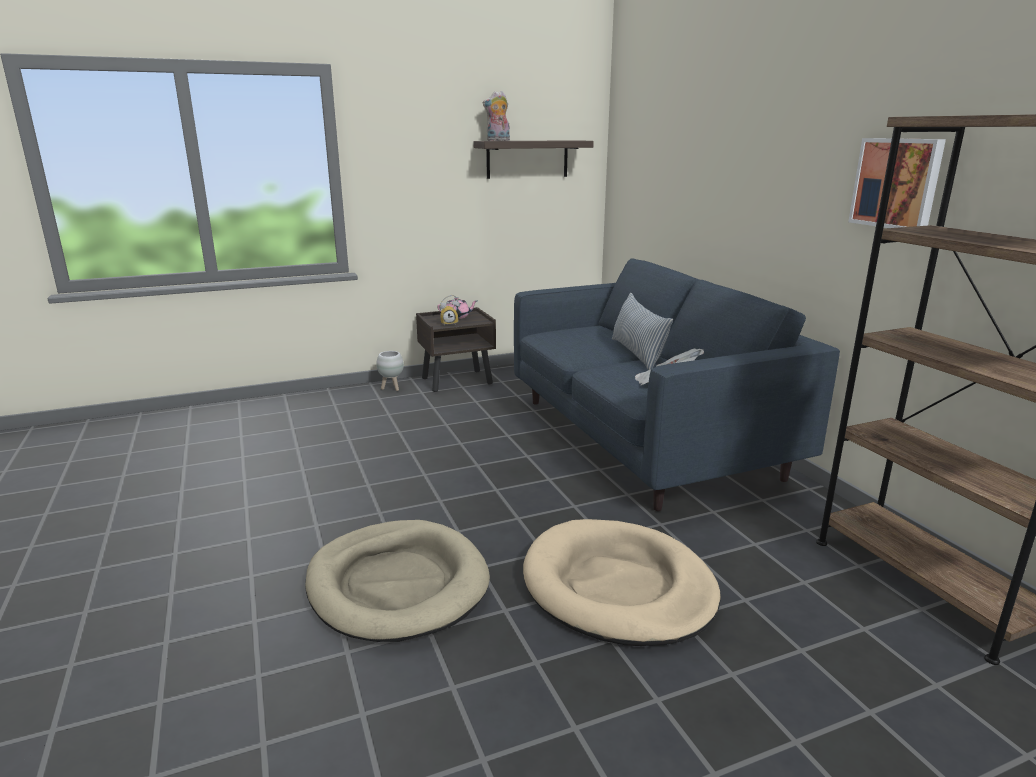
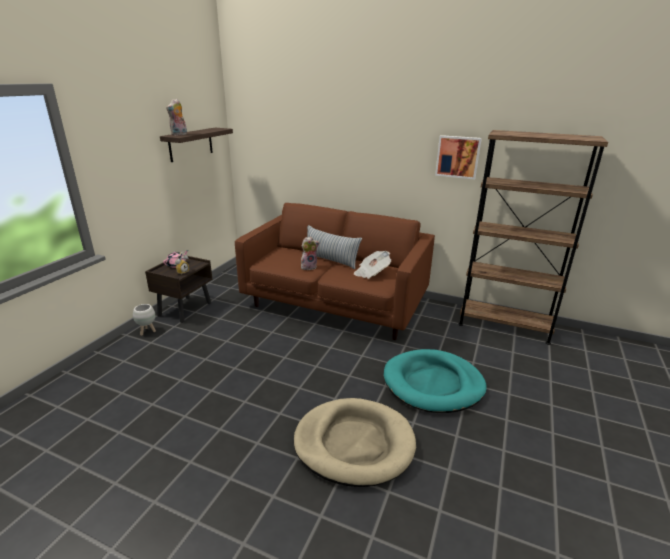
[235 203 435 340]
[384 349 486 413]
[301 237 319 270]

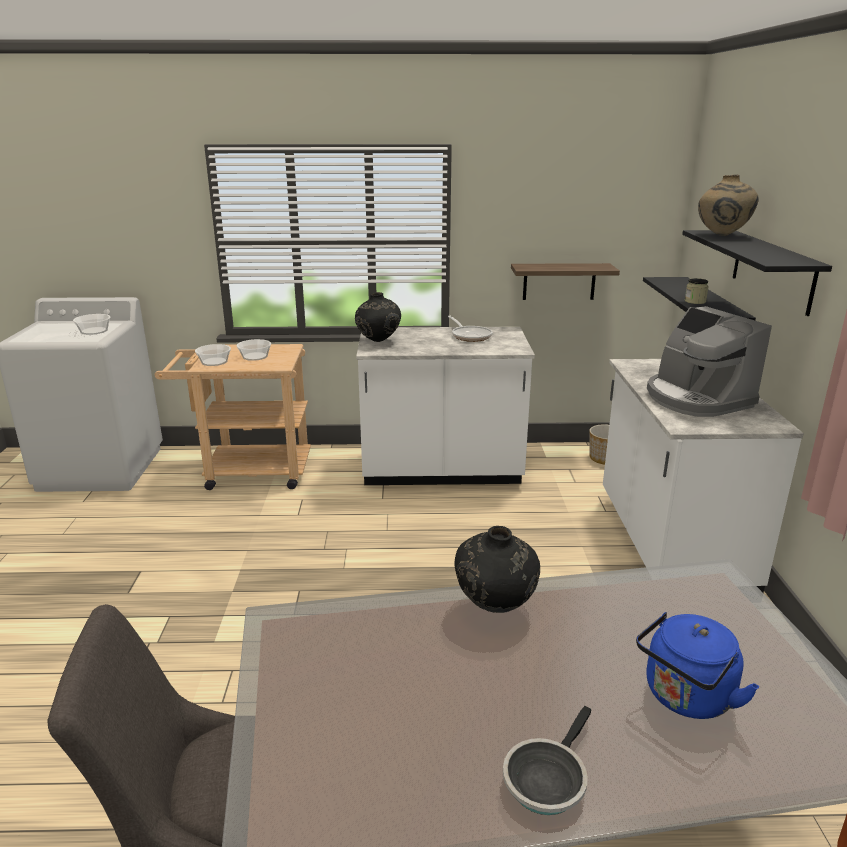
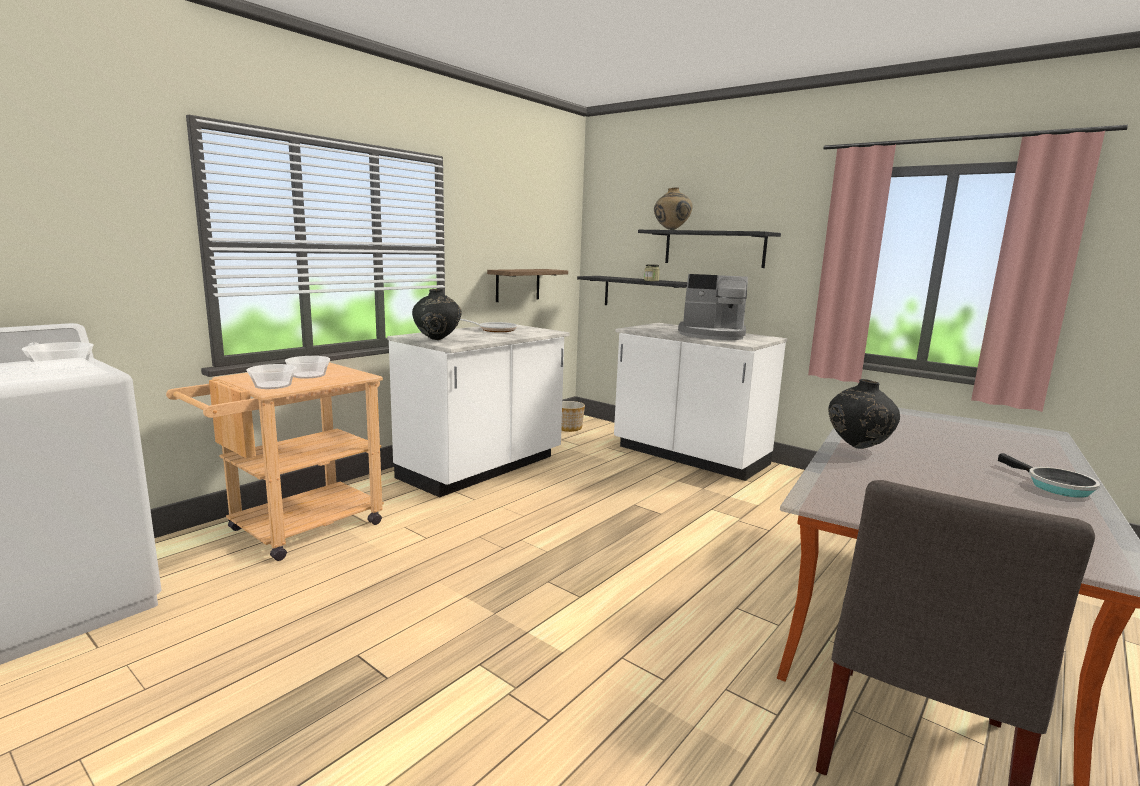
[636 612 759 719] (first image)

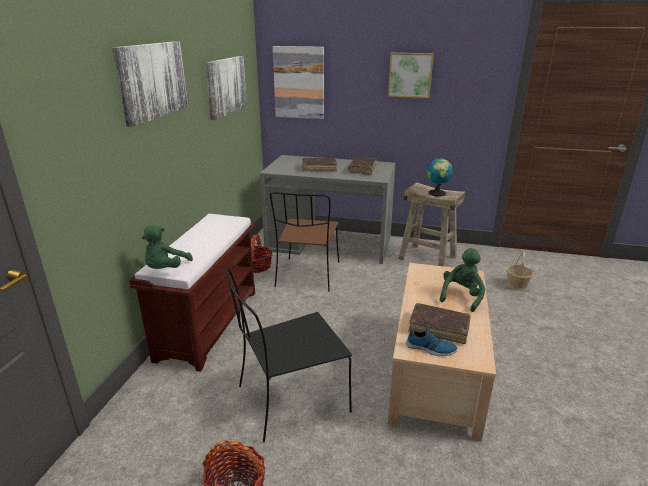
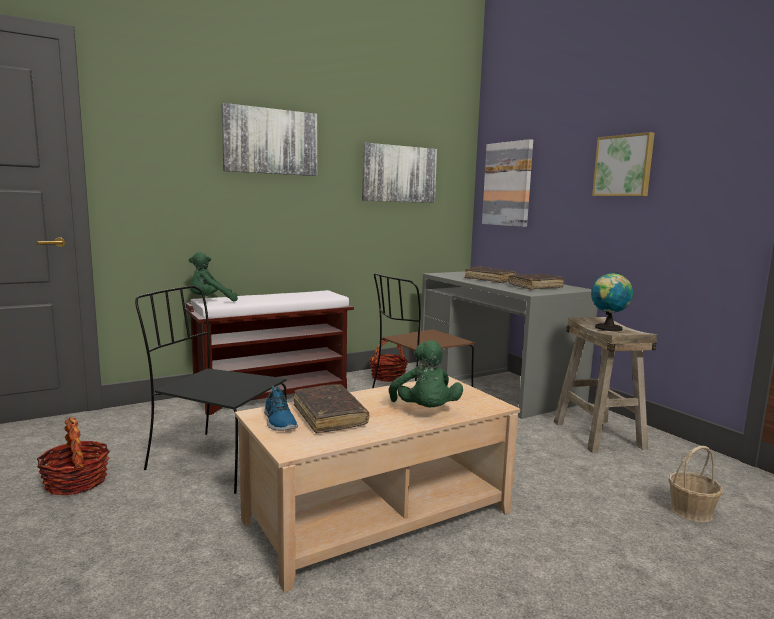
[389 340 463 407]

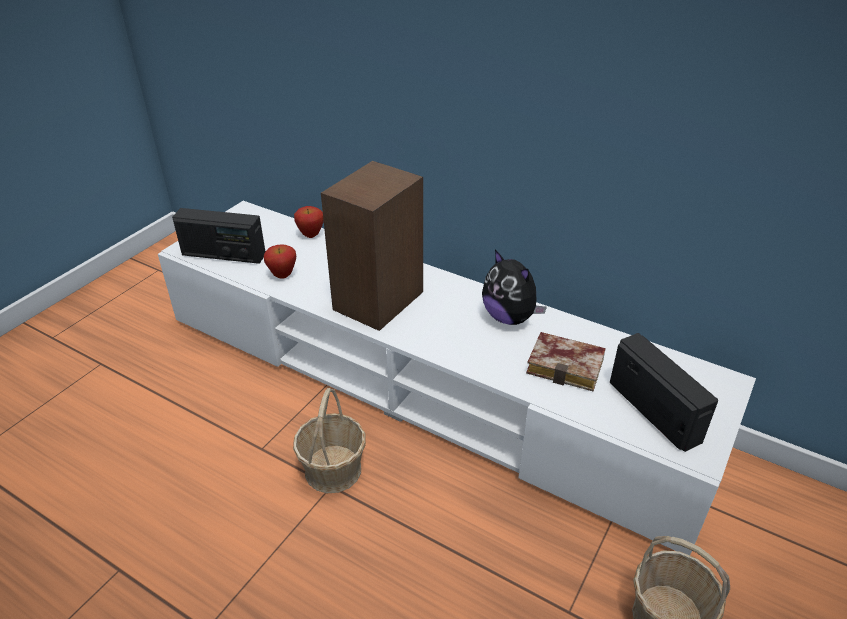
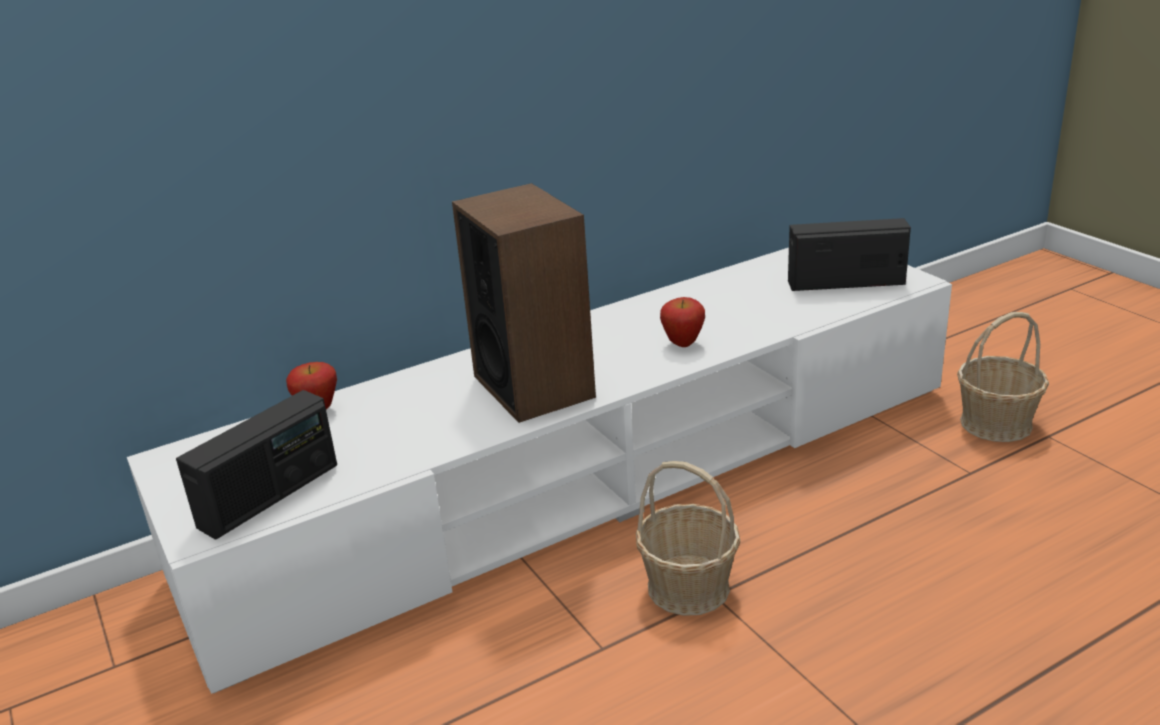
[660 297 705 347]
[482 250 547 325] (first image)
[526 332 606 392] (first image)

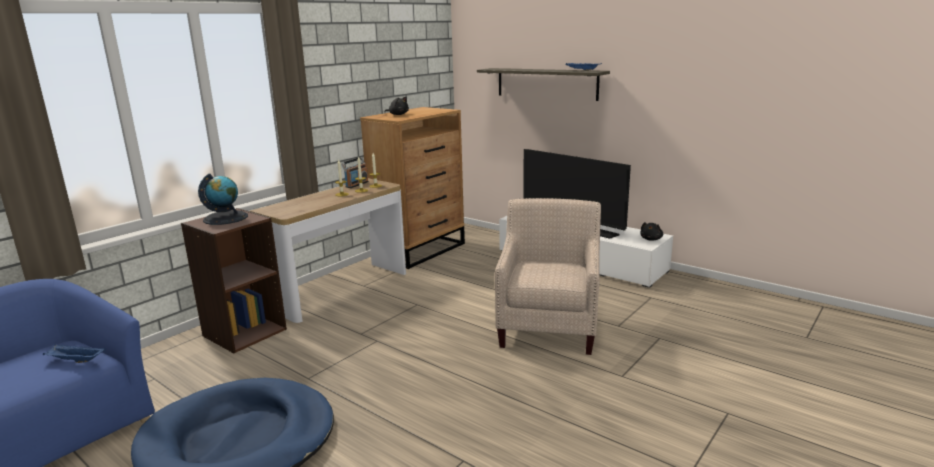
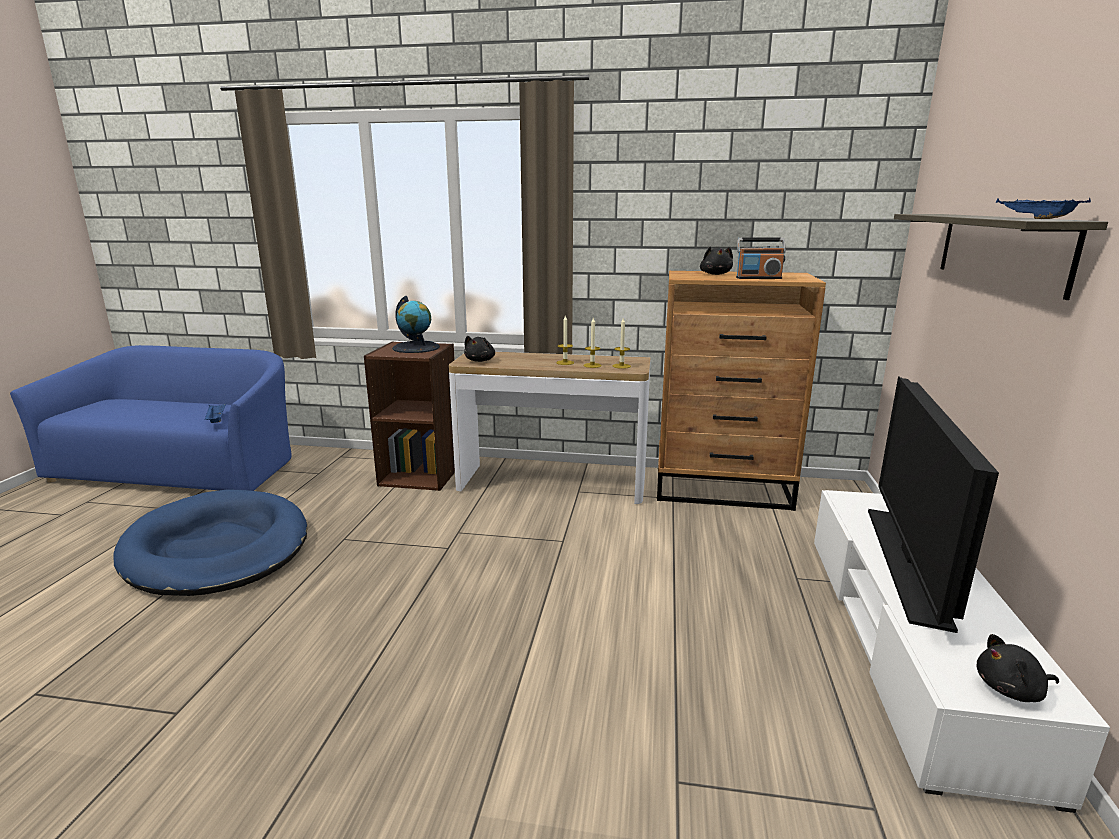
[736 238 786 279]
[495 198 601 355] (first image)
[464 336 495 362]

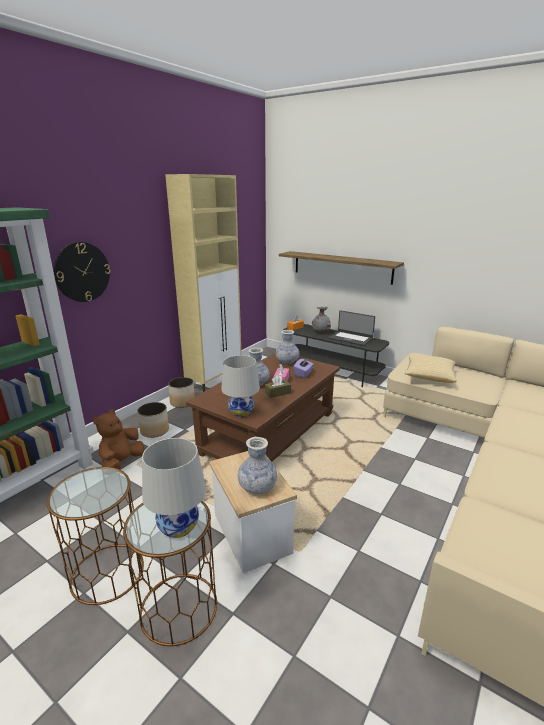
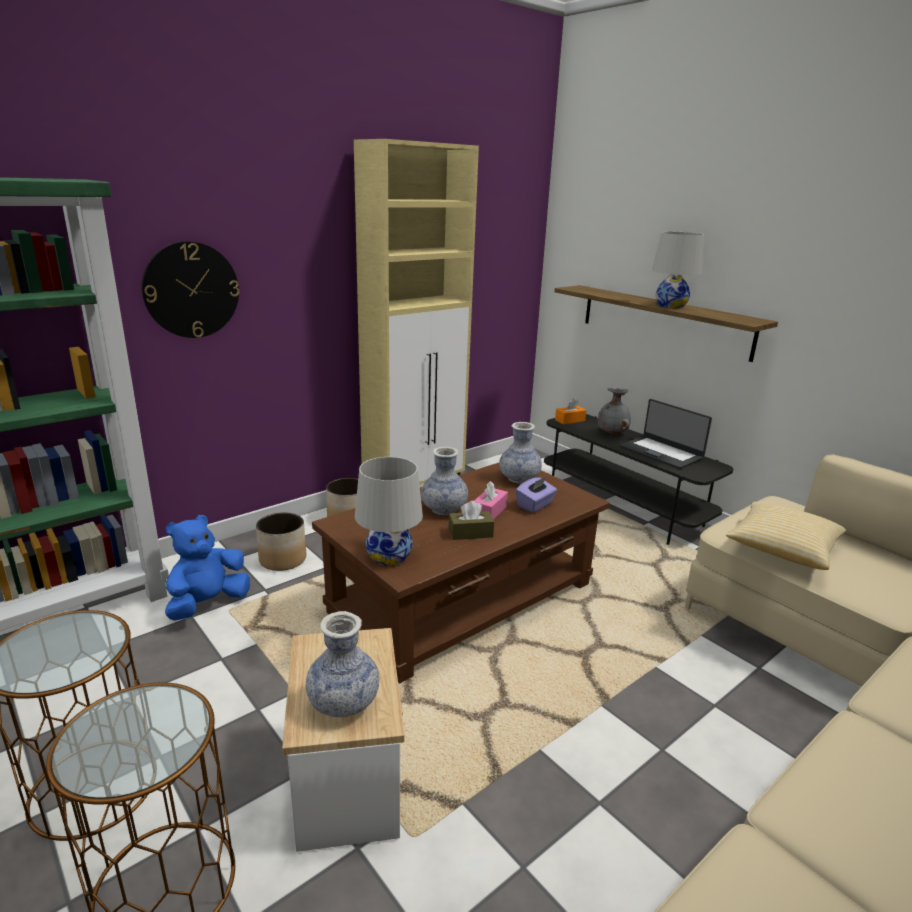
[165 515 250 621]
[652 231 704 308]

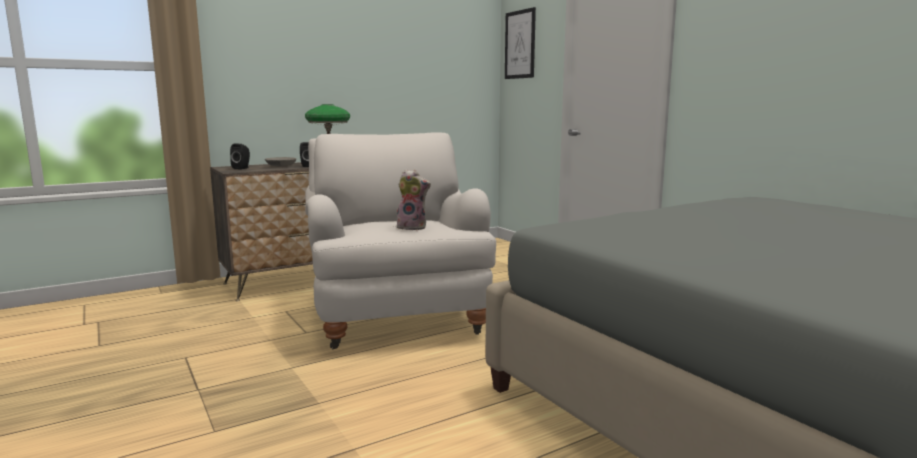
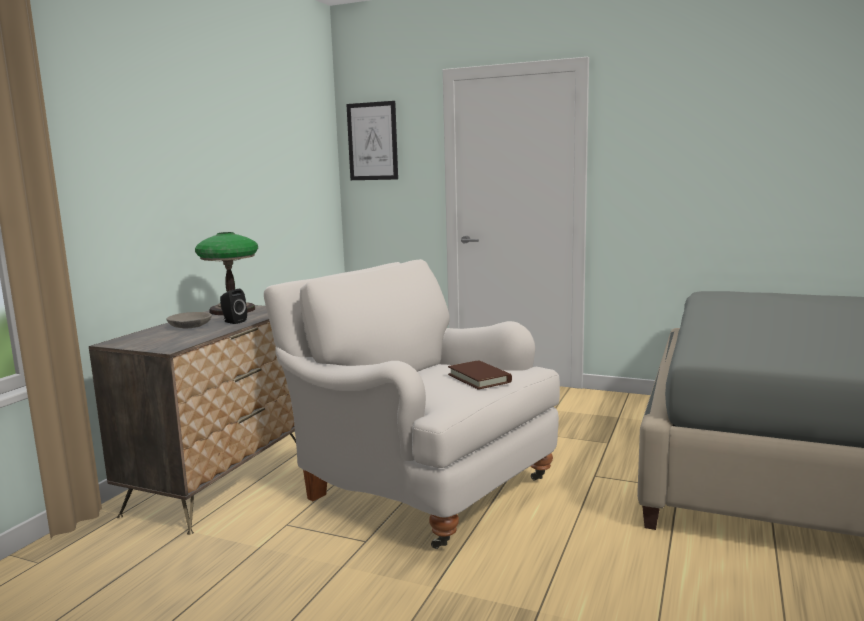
[230 144 250 169] (first image)
[448 360 512 390]

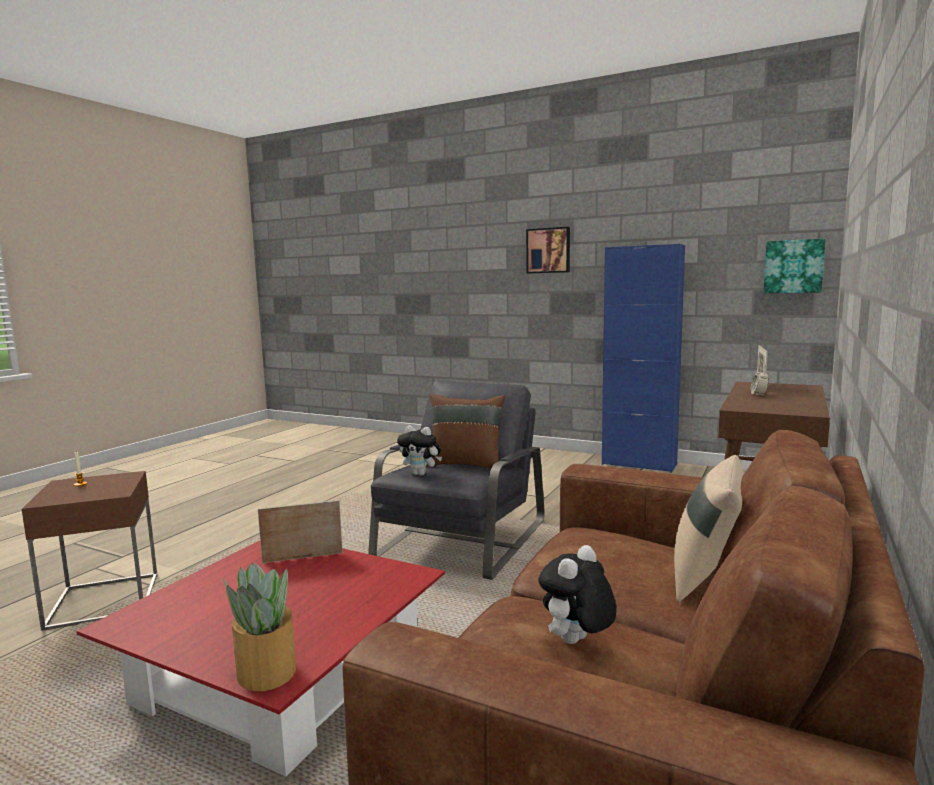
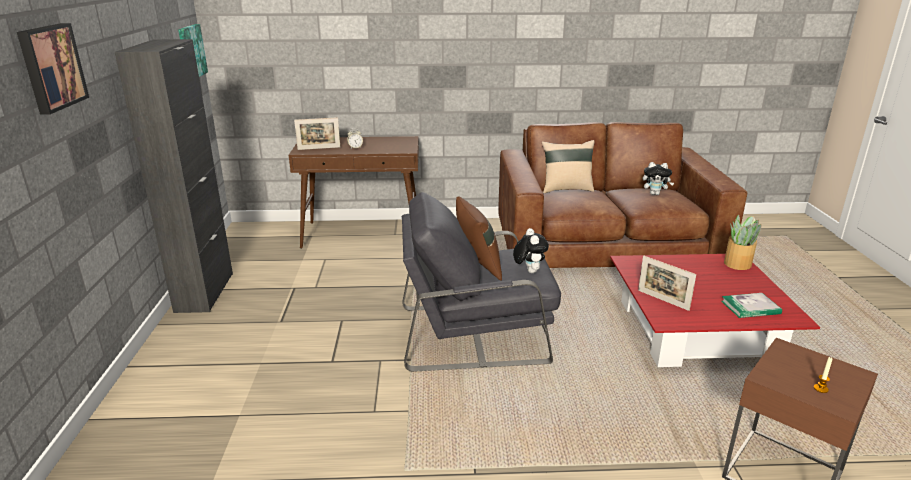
[115 39 233 313]
[721 293 782 318]

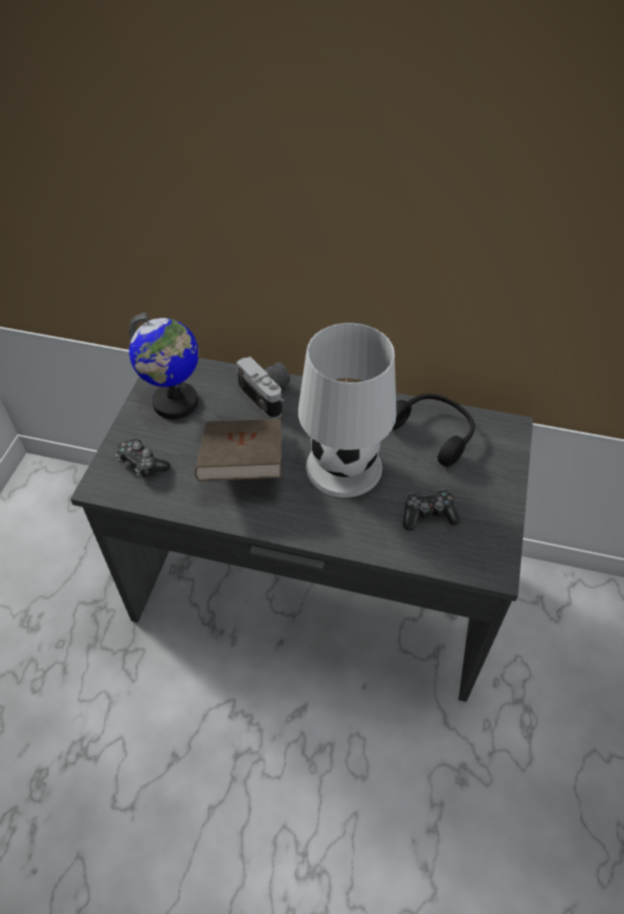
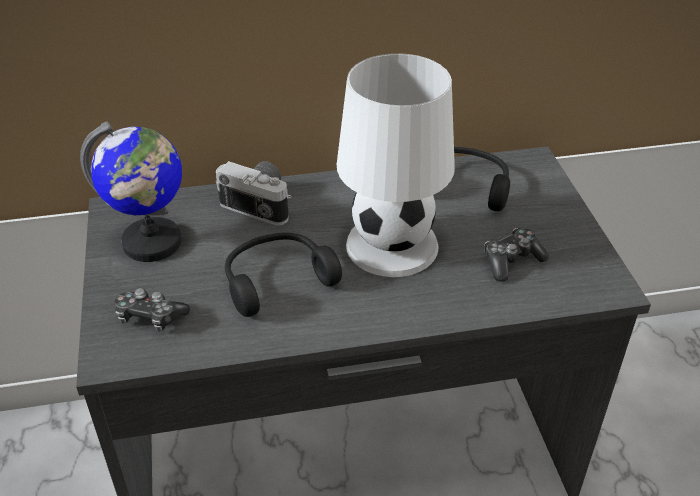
[225 233 342 317]

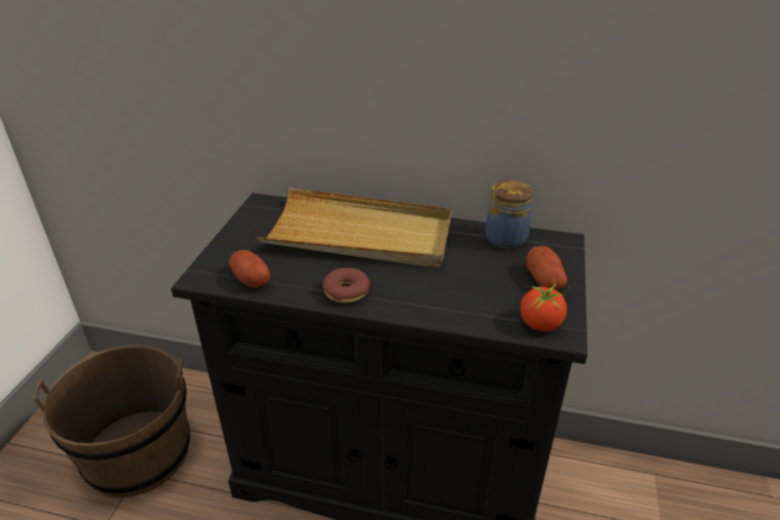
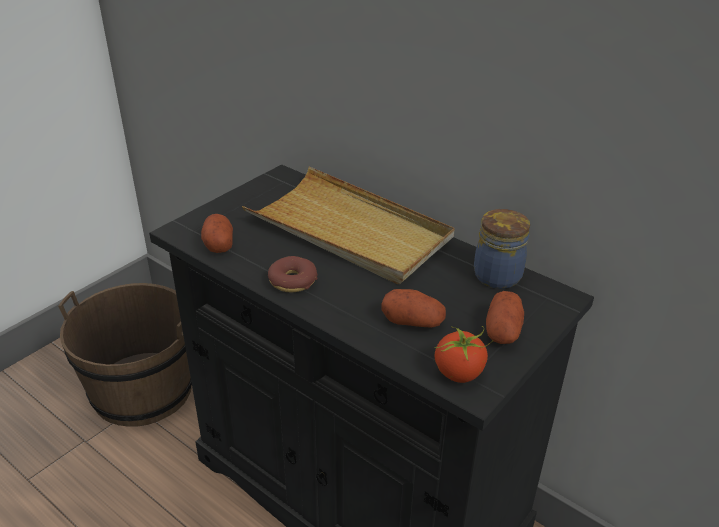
[381 289 446 327]

